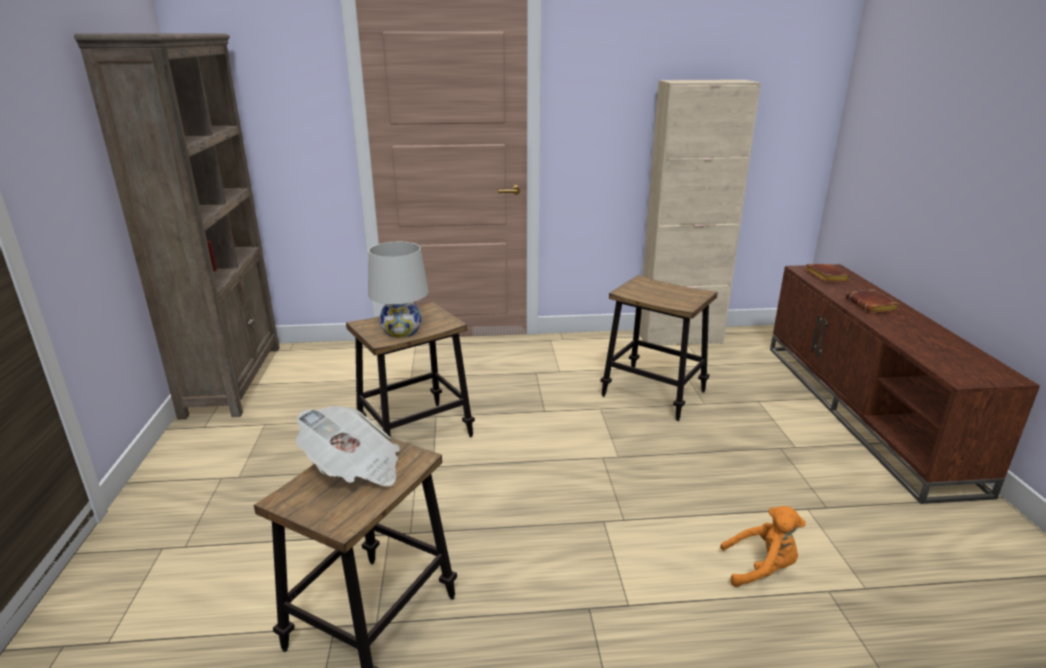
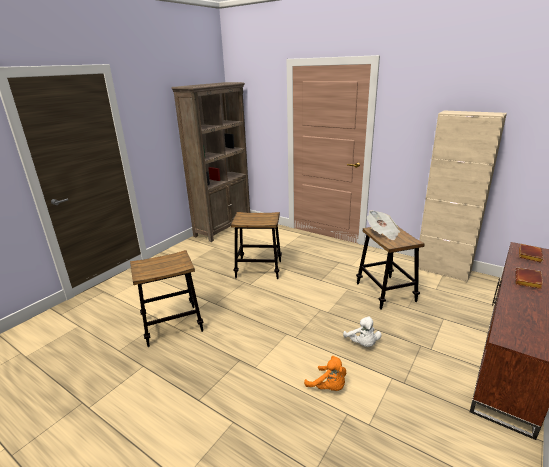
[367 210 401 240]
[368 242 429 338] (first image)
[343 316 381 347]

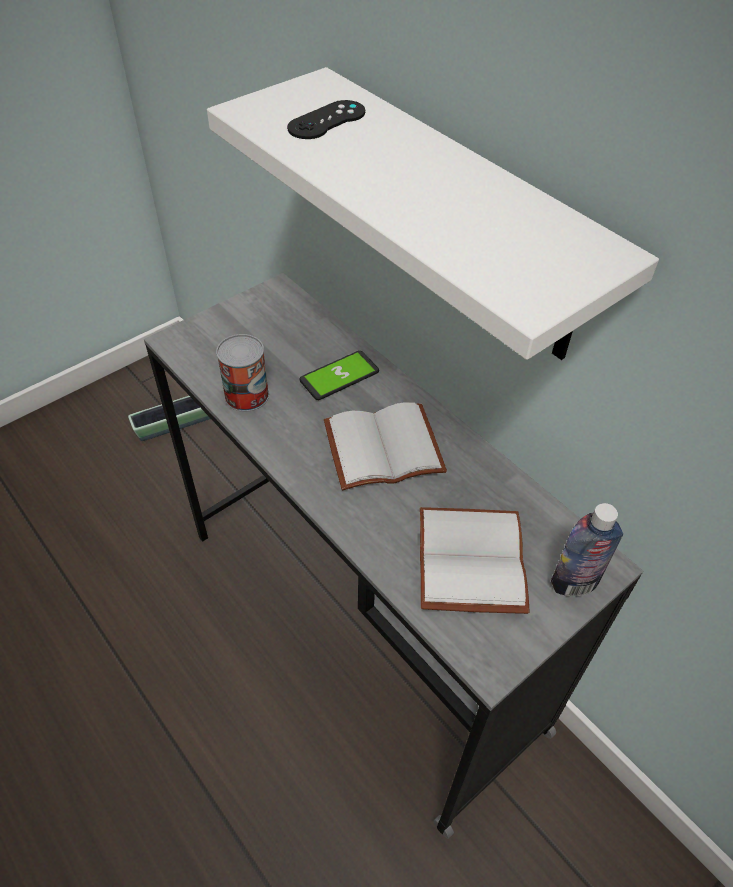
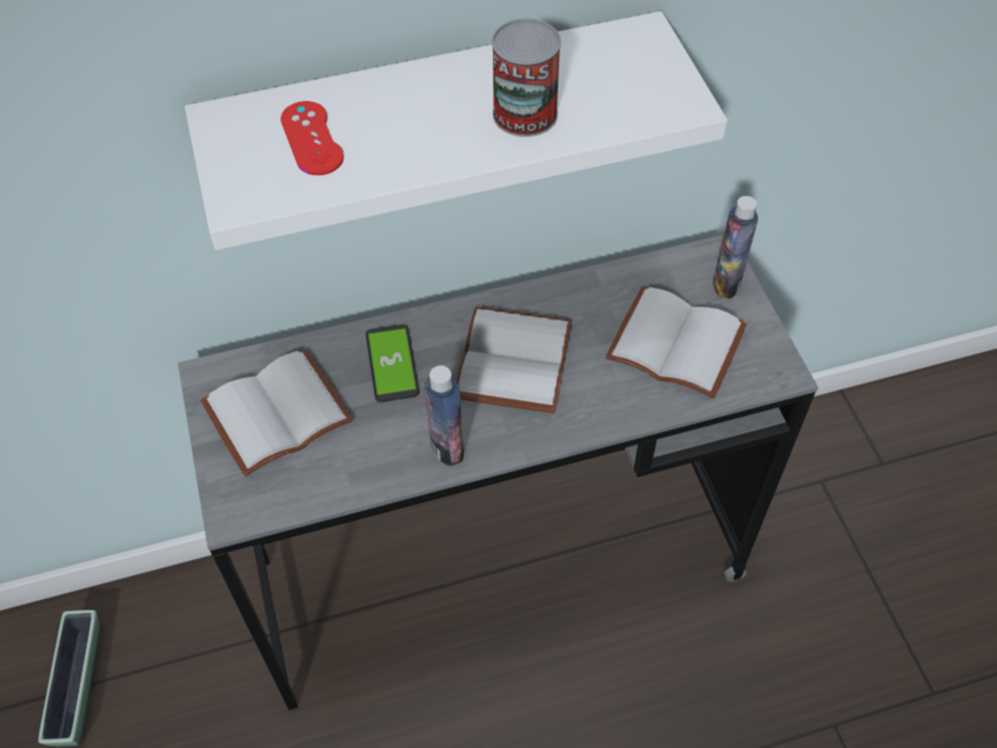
[492 19 561 137]
[281 101 344 175]
[201 349 353 476]
[424 365 464 466]

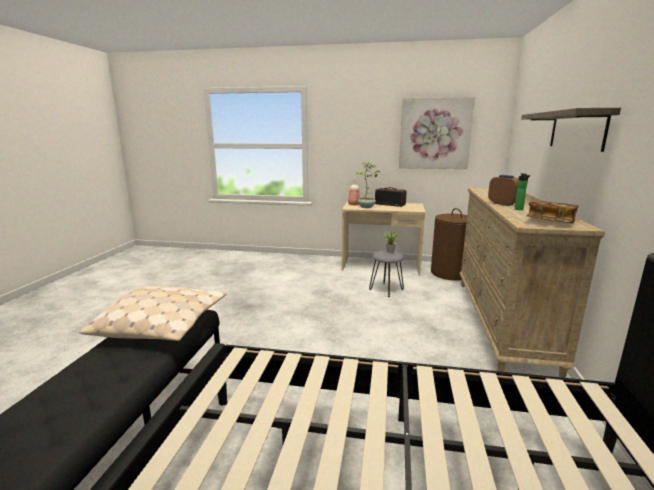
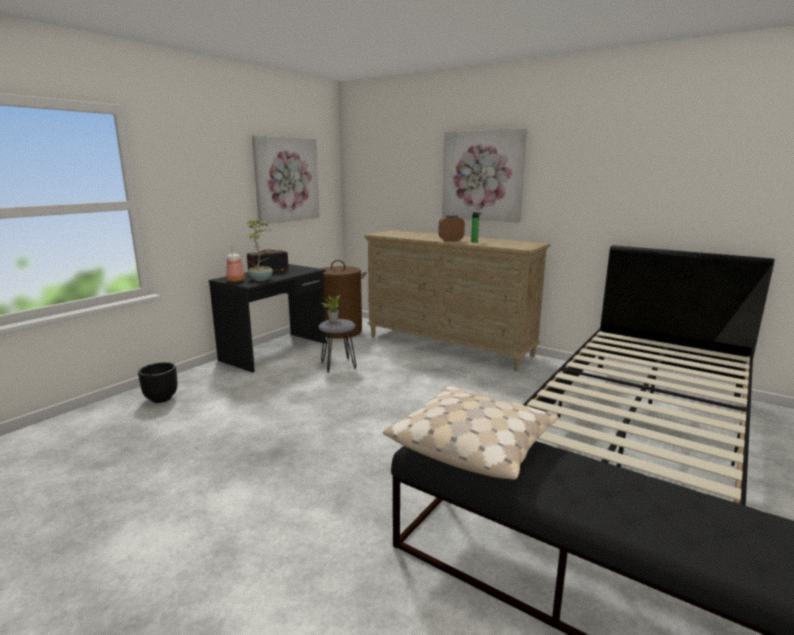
[209 264 326 373]
[442 128 527 223]
[526 201 578 223] (first image)
[138 362 177 403]

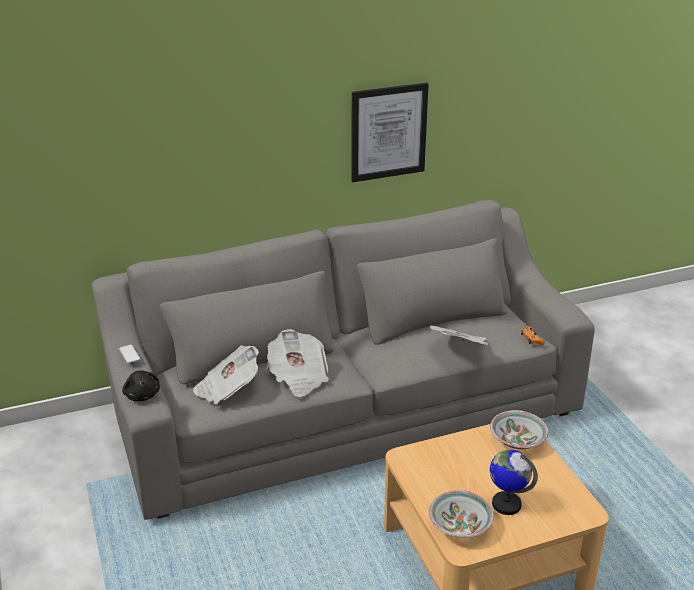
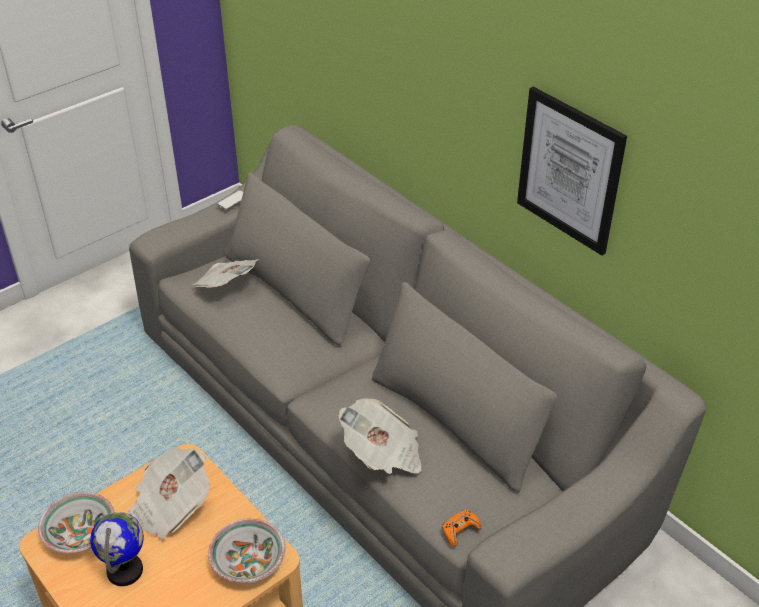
[122 370 160 401] (first image)
[127 447 210 540]

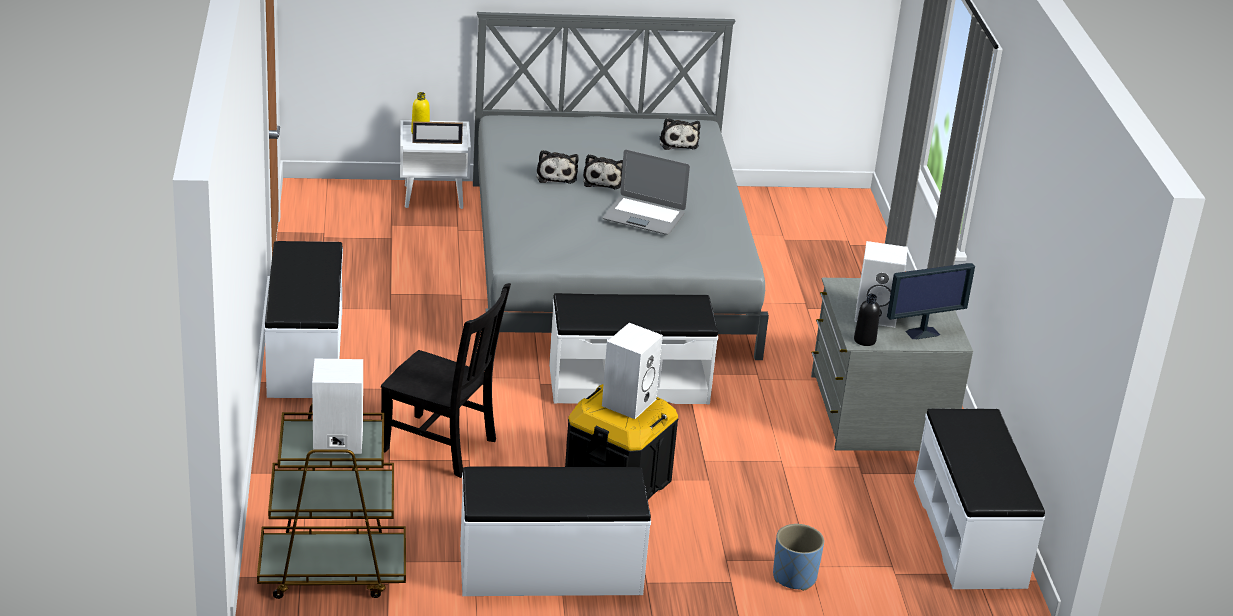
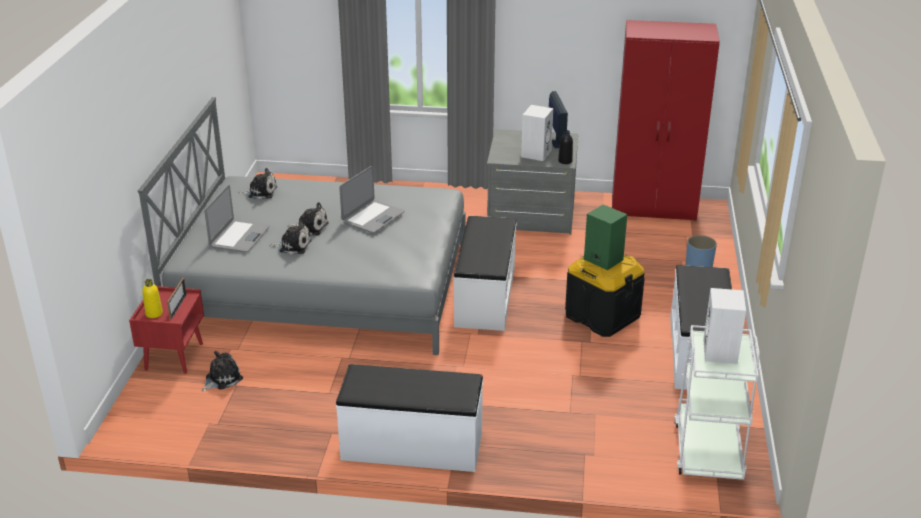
[674 325 760 480]
[381 283 511 478] (first image)
[129 286 204 374]
[584 204 627 270]
[612 20 720 221]
[202 351 243 391]
[204 185 270 252]

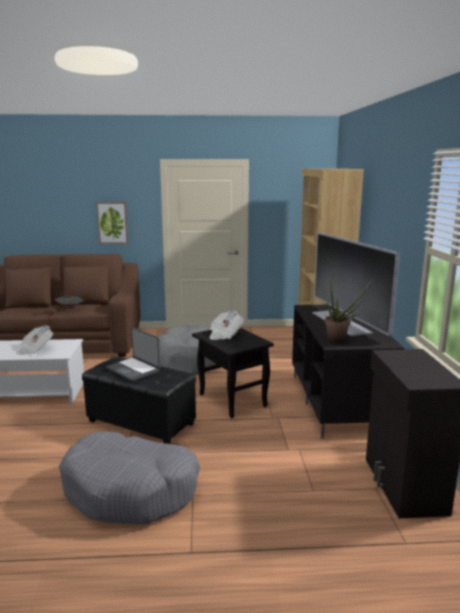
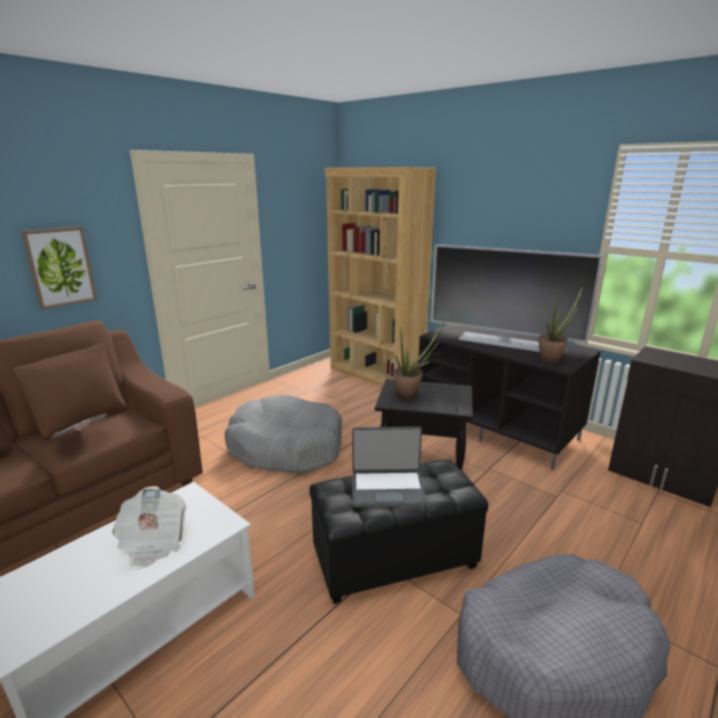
[393 320 445 400]

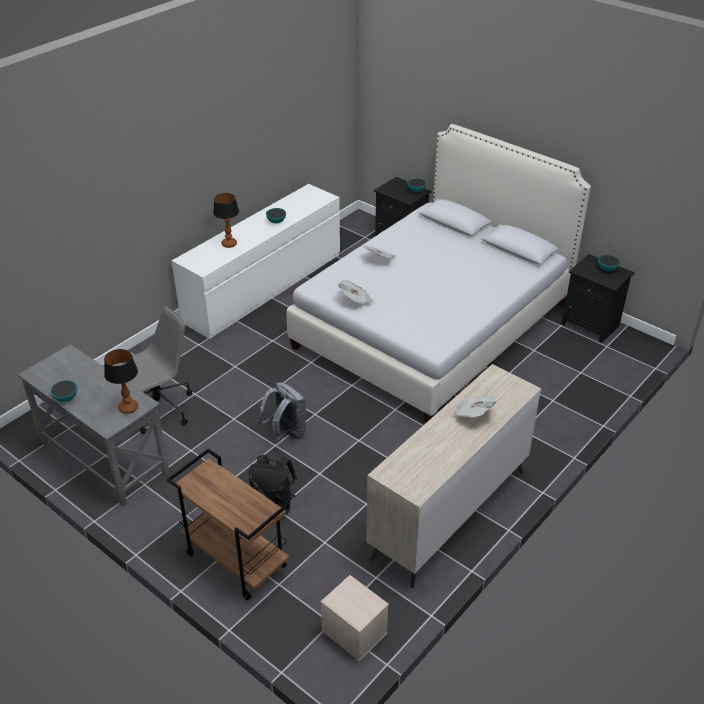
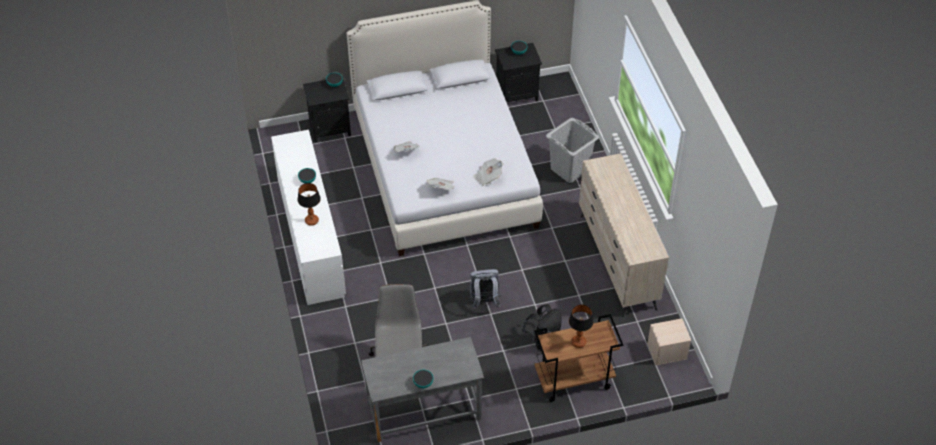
[569 304 593 348]
[473 158 503 186]
[546 118 599 183]

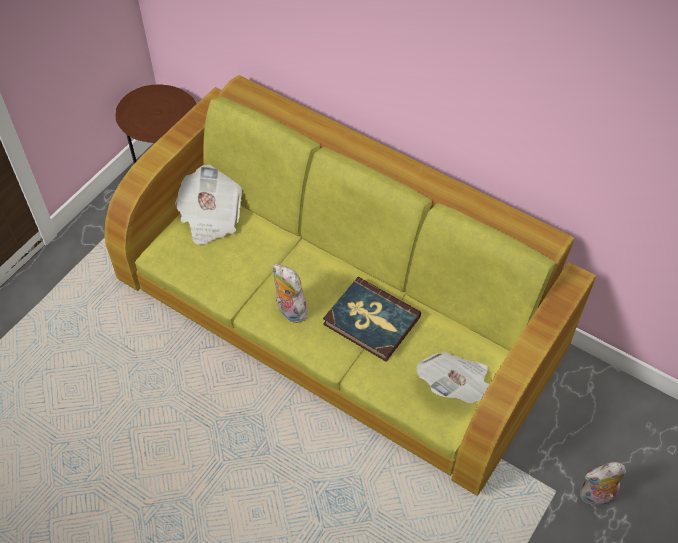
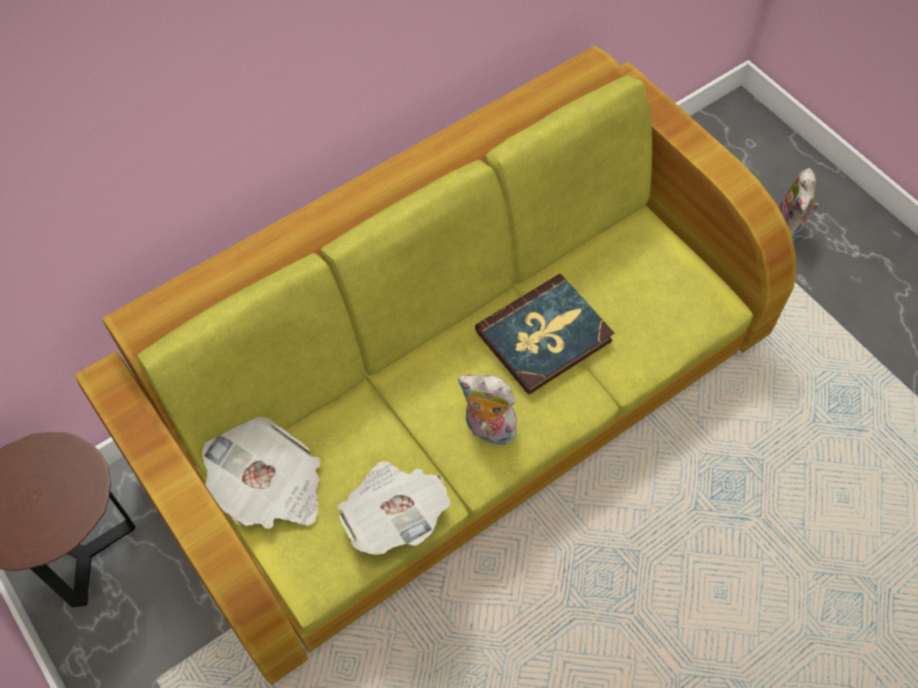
[458 375 517 445]
[337 461 451 555]

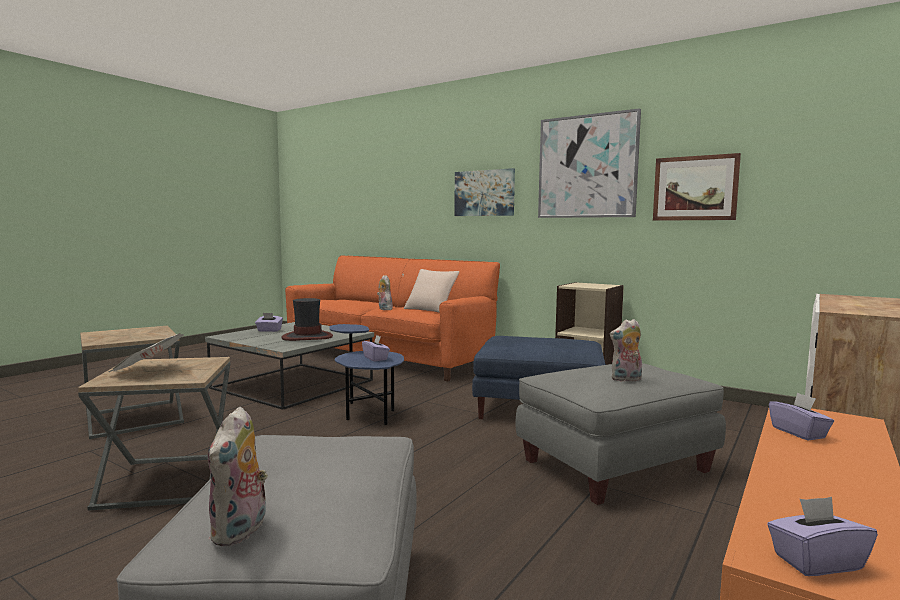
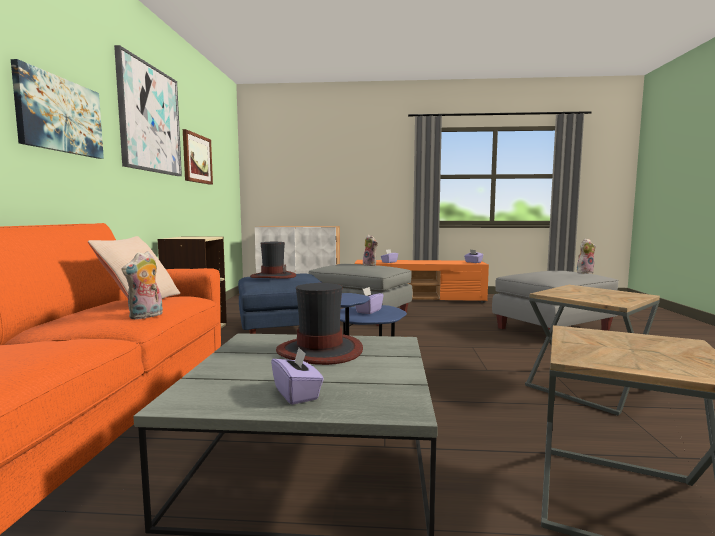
[108 333 184 372] (first image)
[250 242 296 279]

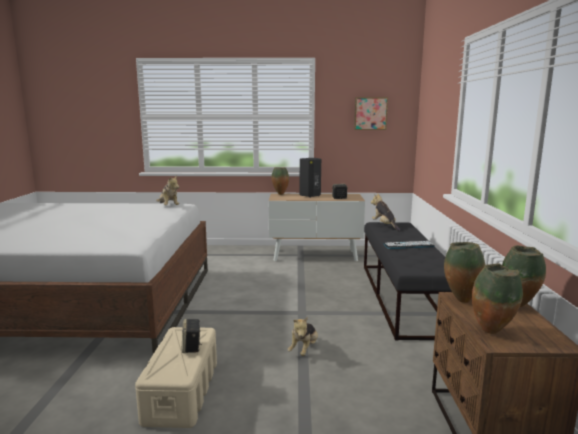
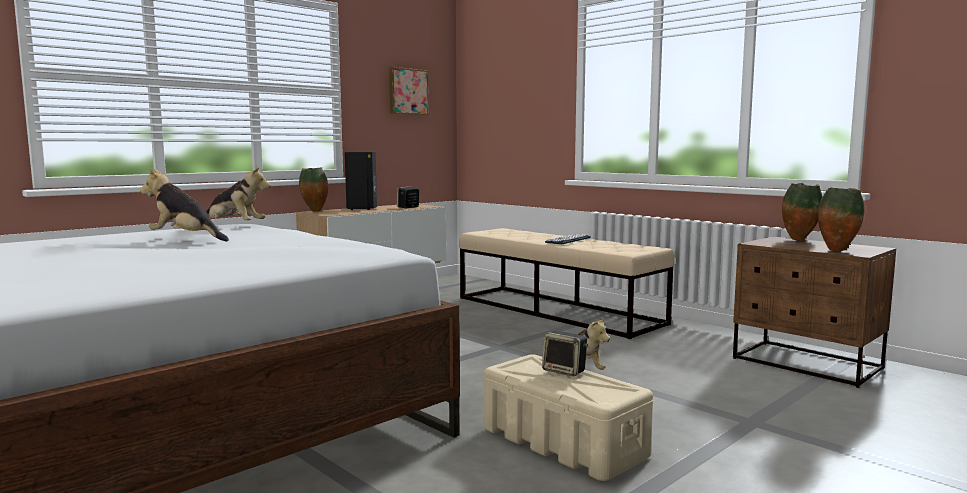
[459 228 675 339]
[140 168 229 242]
[444 242 485 303] (first image)

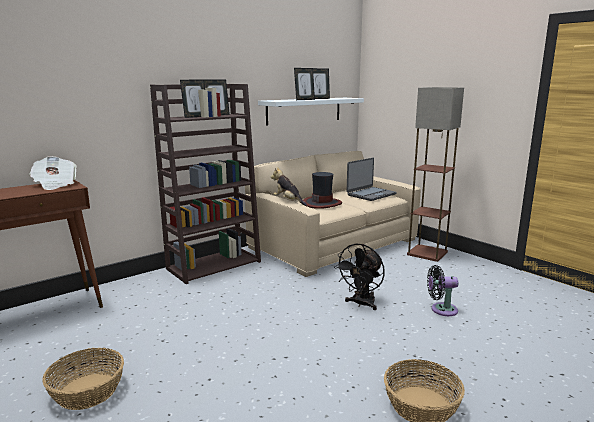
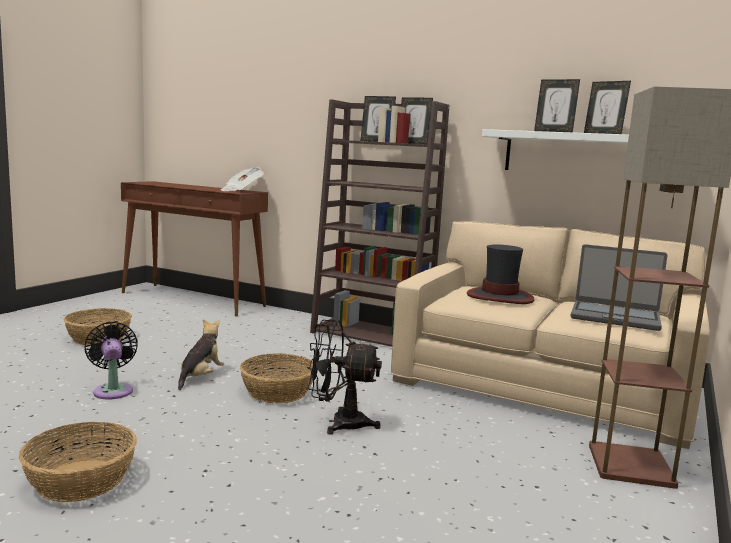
[178 319 224 390]
[85 322 138 399]
[240 353 313 403]

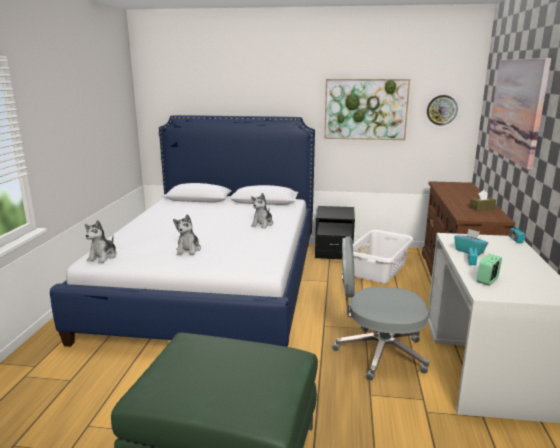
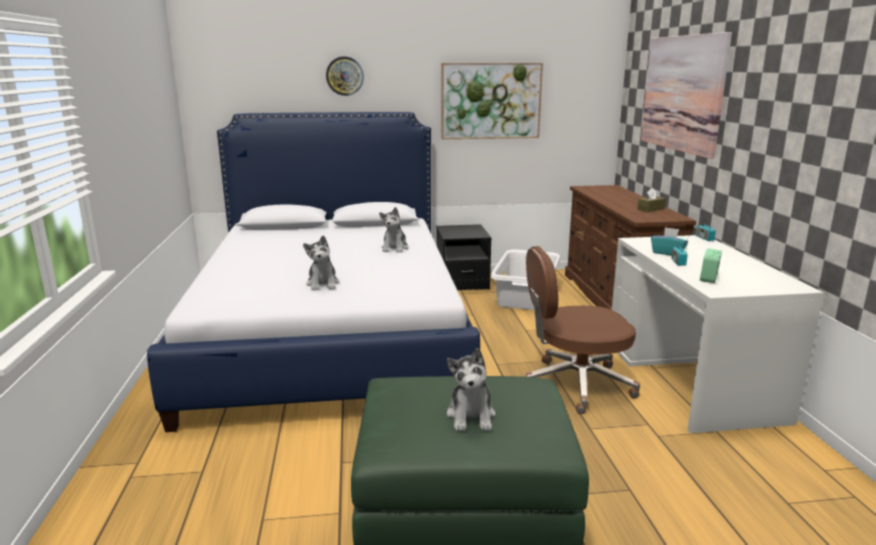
[447 348 496 431]
[525 246 640 414]
[326 57 364 96]

